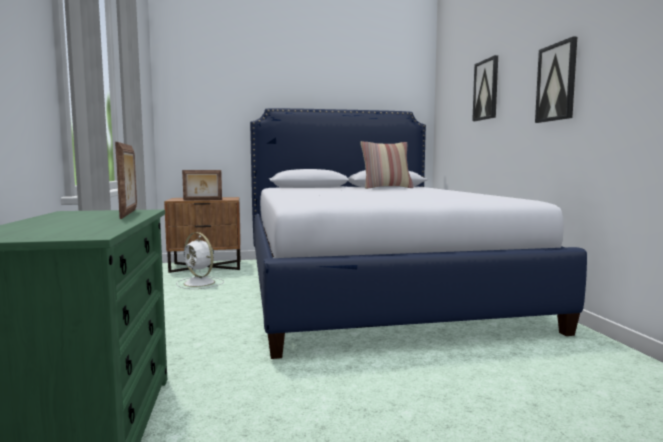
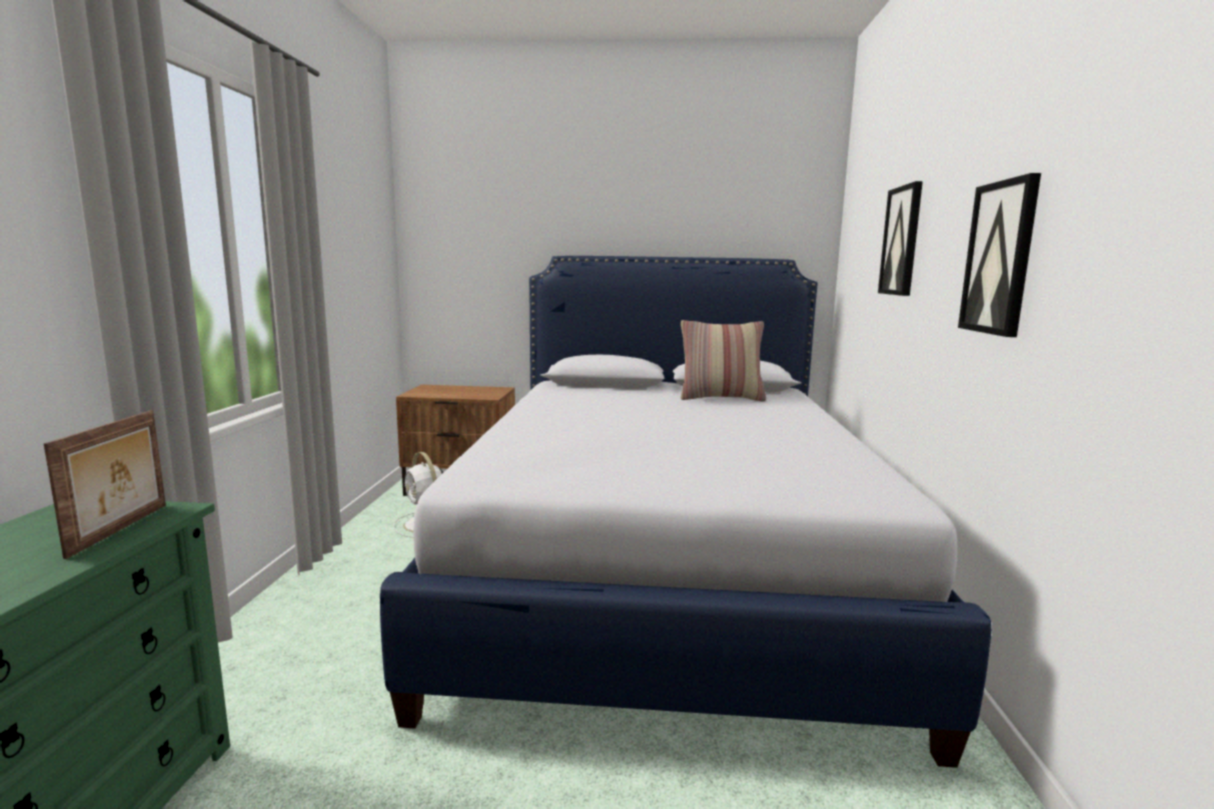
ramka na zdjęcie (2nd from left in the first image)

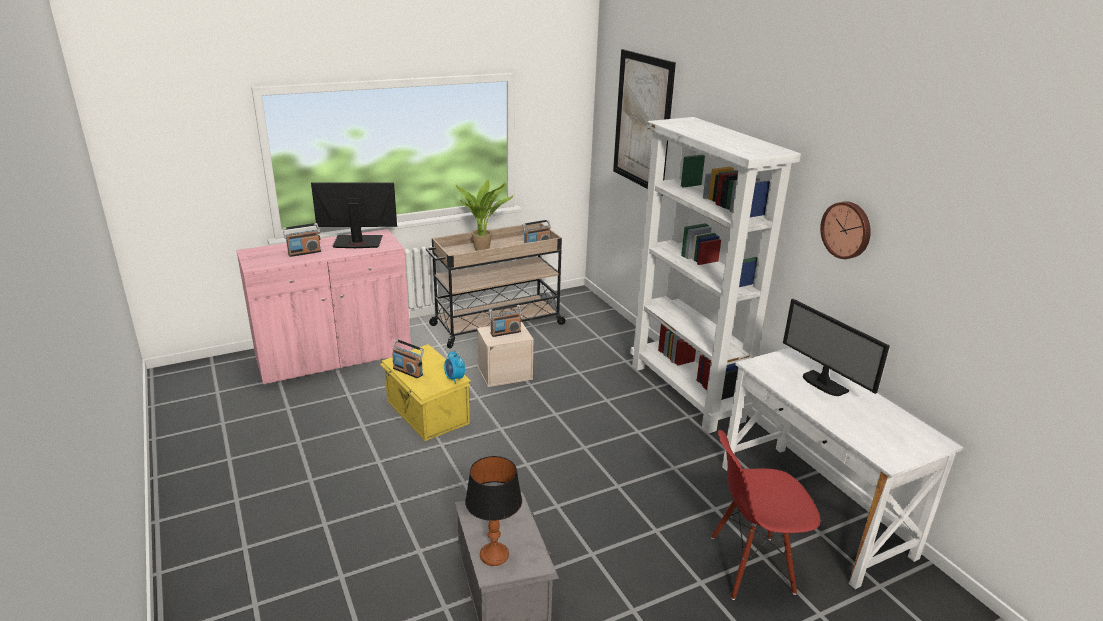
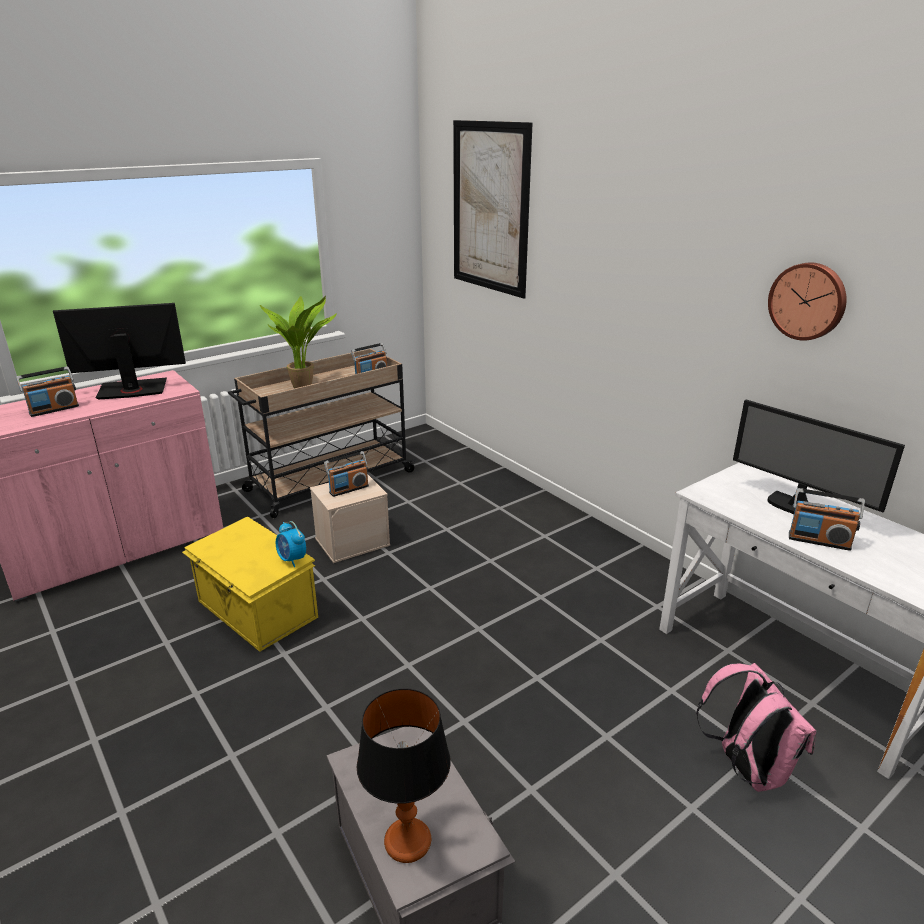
regał (biały)
radio (4th from left)
plecak (różowy)

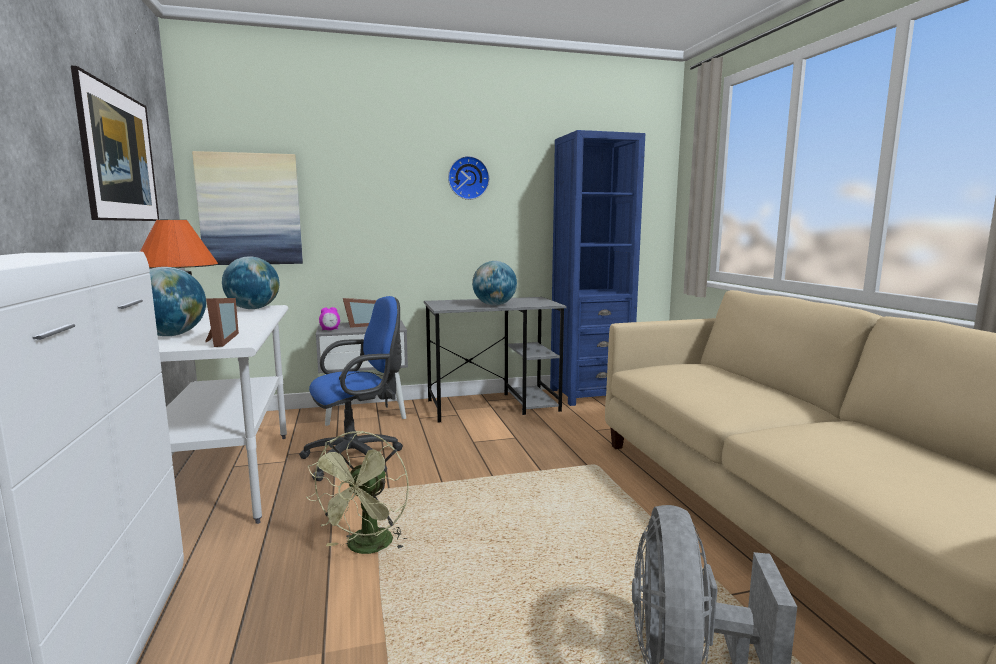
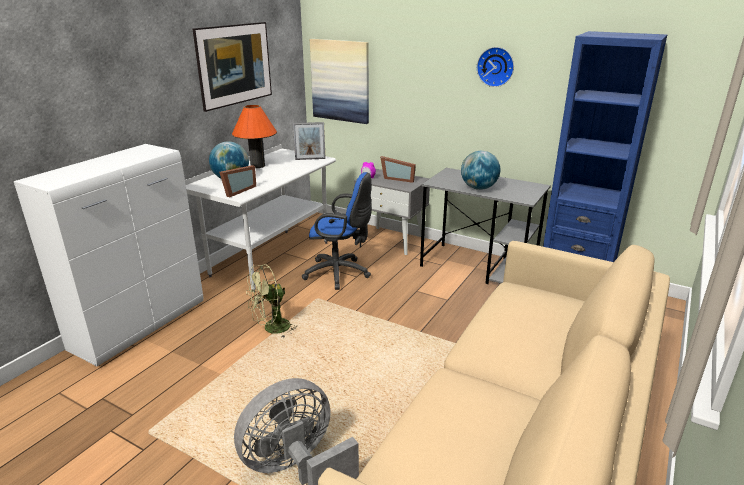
ramka na zdjęcie (2nd from left)

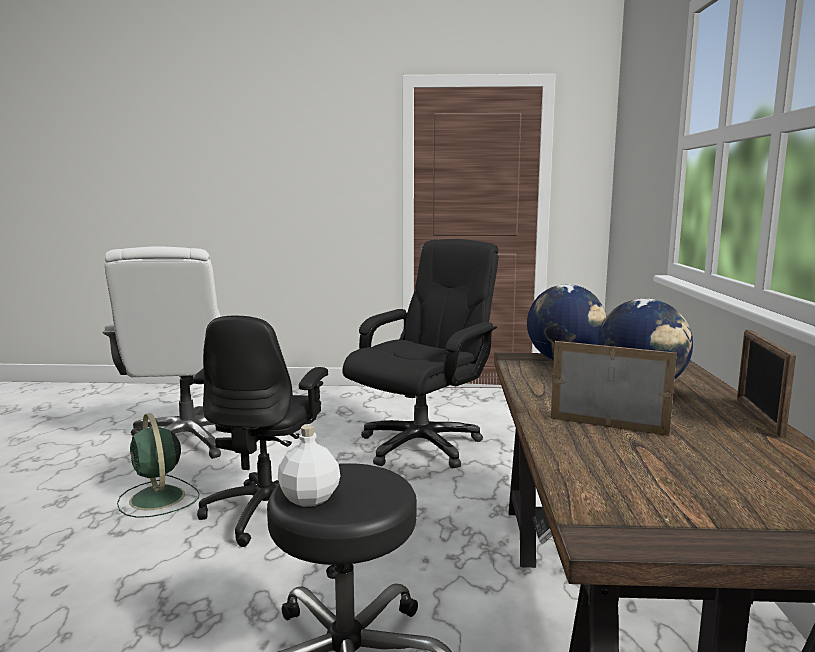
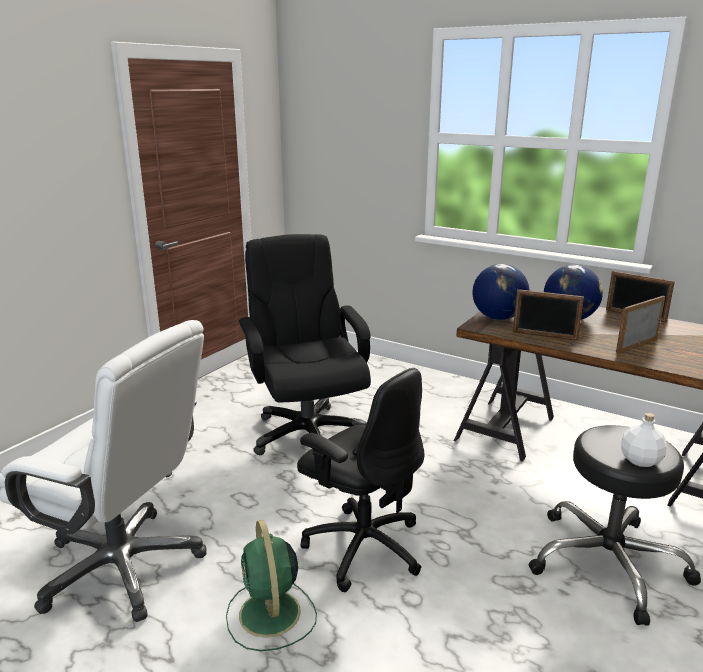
wentylator (zielony)
ramka na zdjęcie (1st from left)

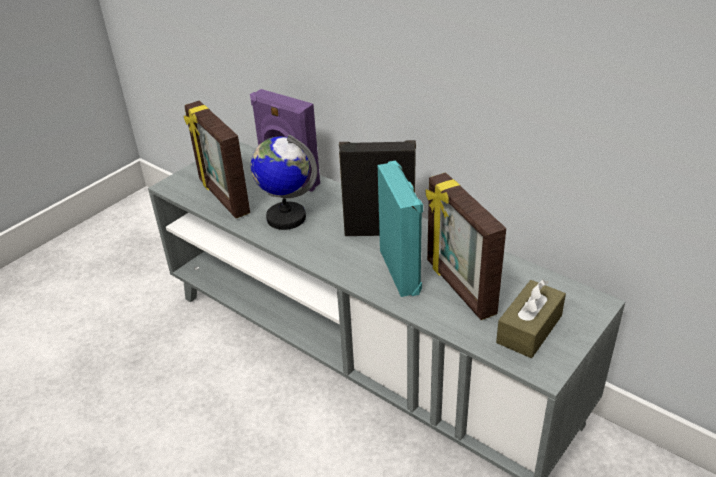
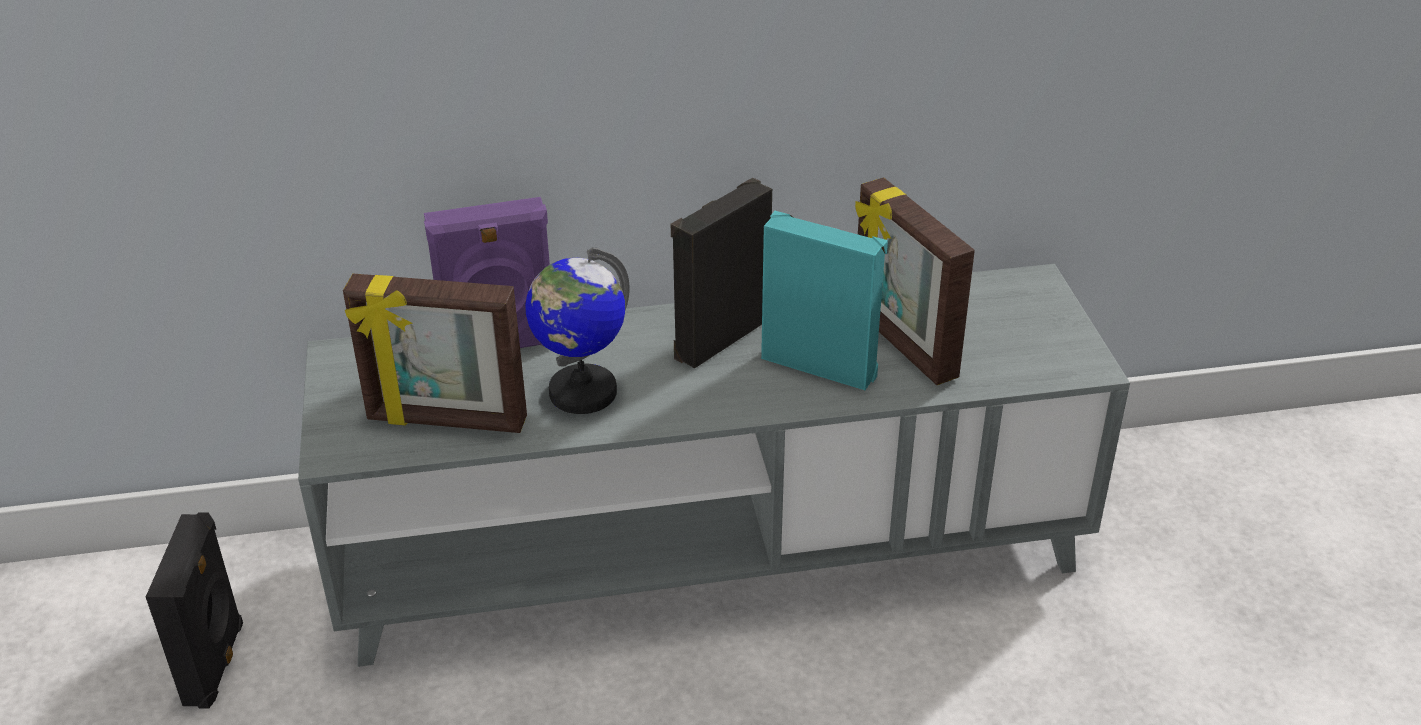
ramka na zdjęcie (2nd from left)
pudełko chusteczek (brązowy)
głośnik (czarny) (1st from left)

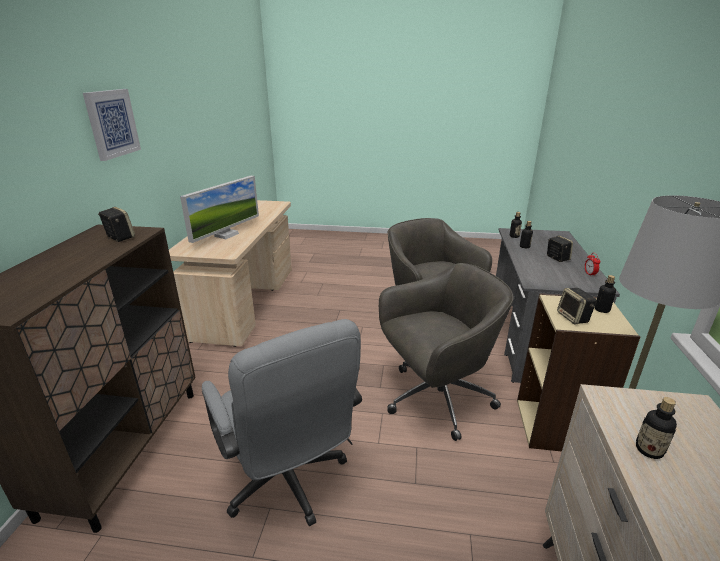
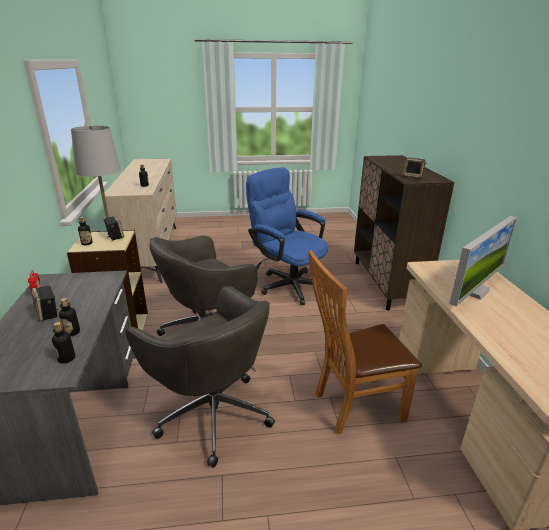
obraz
monitor
krzesło biurowe (niebieski)
krzesło (brązowy)

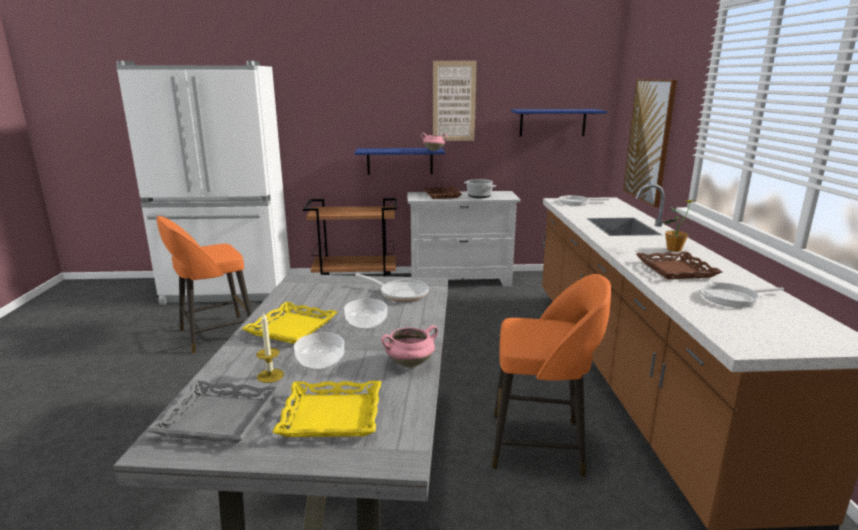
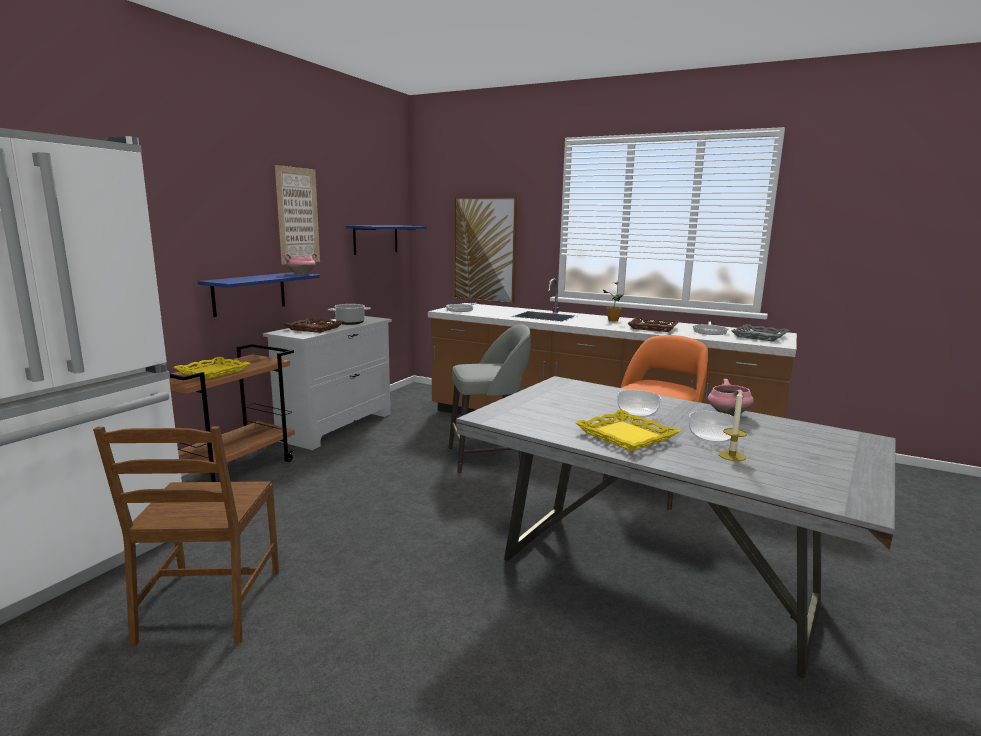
krzesło (brązowy)
patelnia (1st from left in the first image)
taca (szary)
taca (żółty) (1st from left)
stołek (szary)

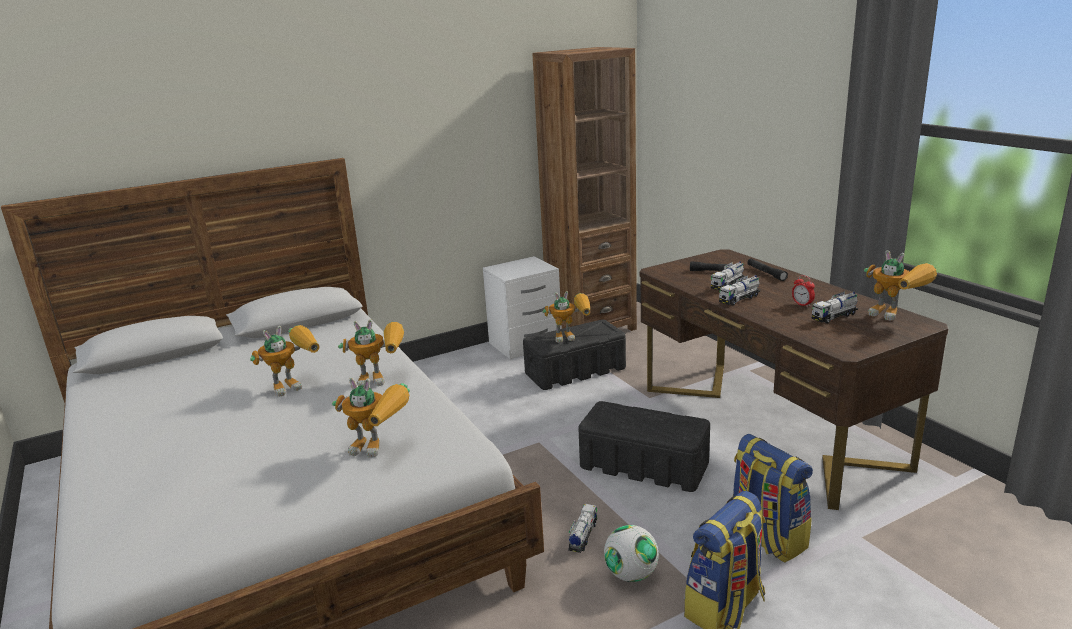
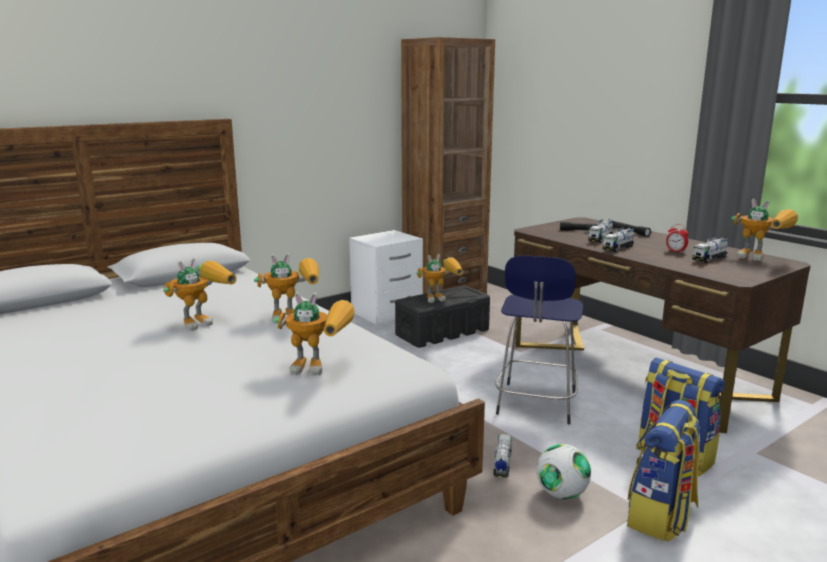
stołek (niebieski)

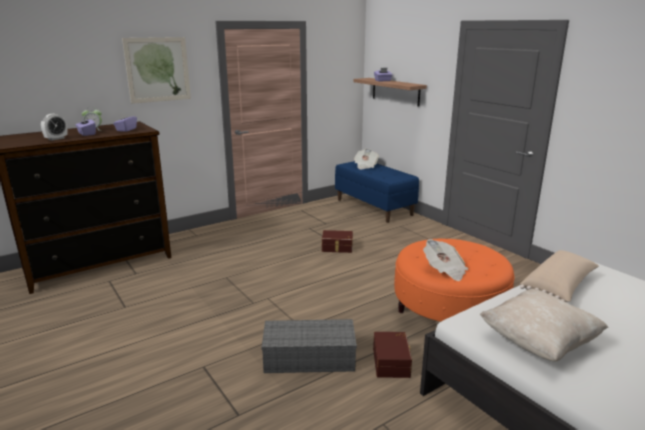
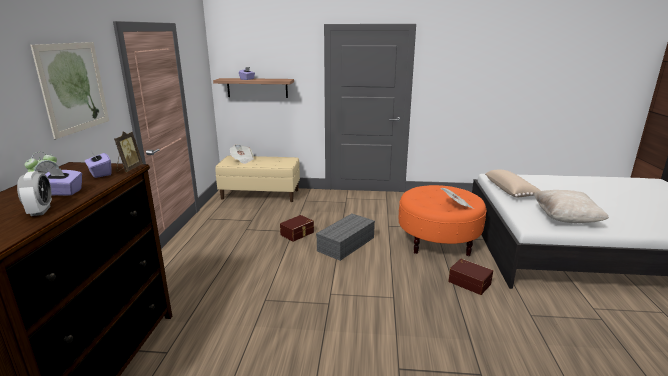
ławka (beżowy)
pojemnik do przechowywania (szary)
ramka na zdjęcie

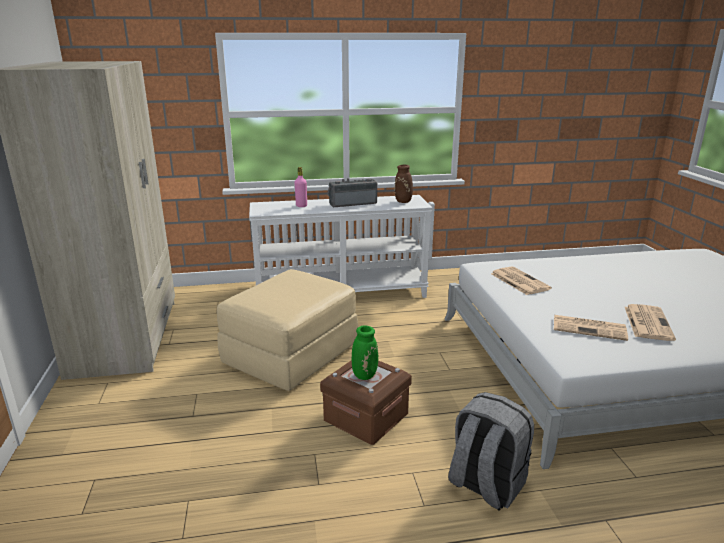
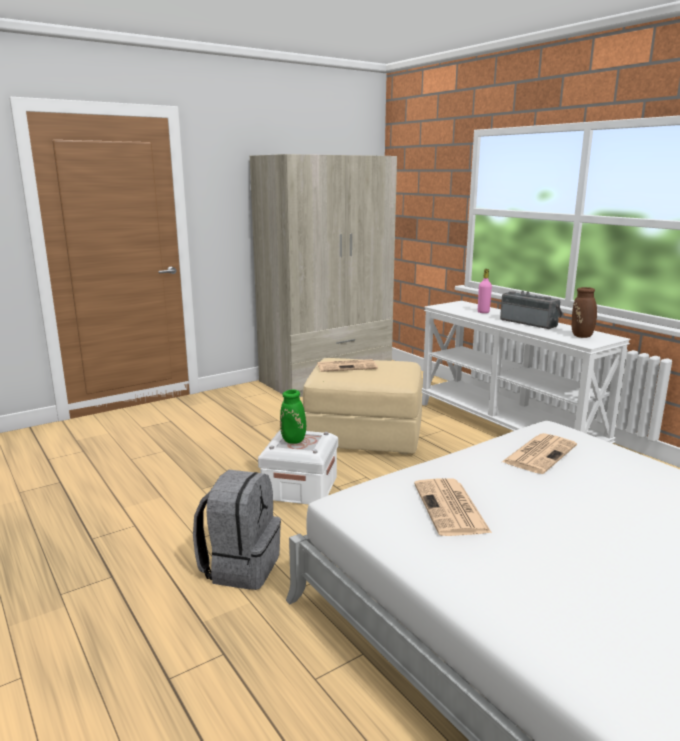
gazeta (1st from left)
pojemnik do przechowywania (biały)

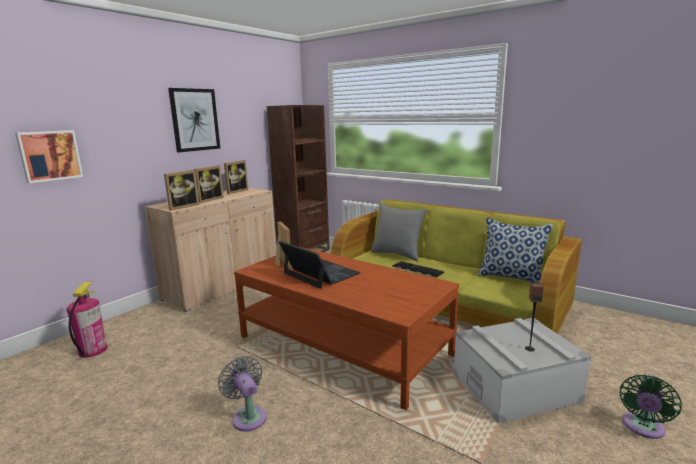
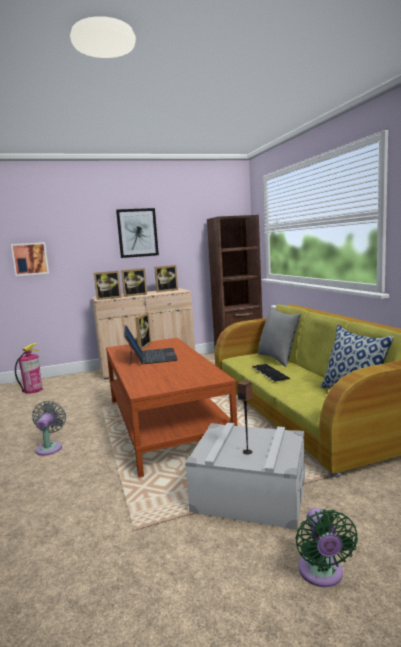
wentylator (zielony)

